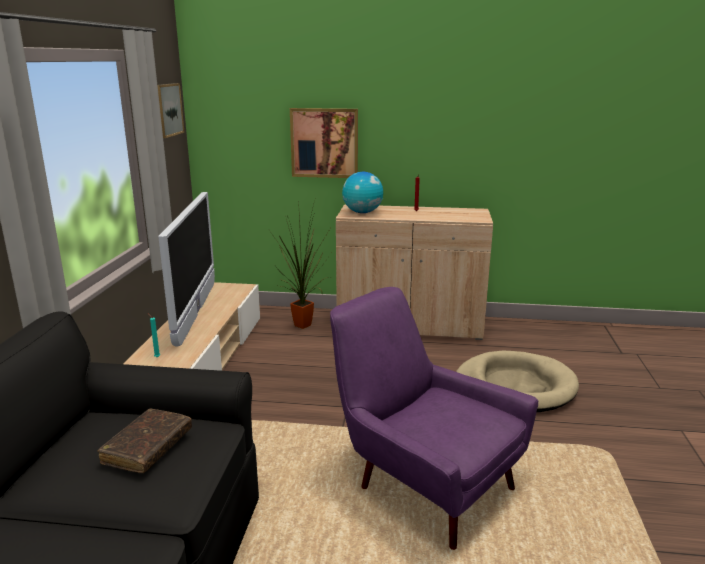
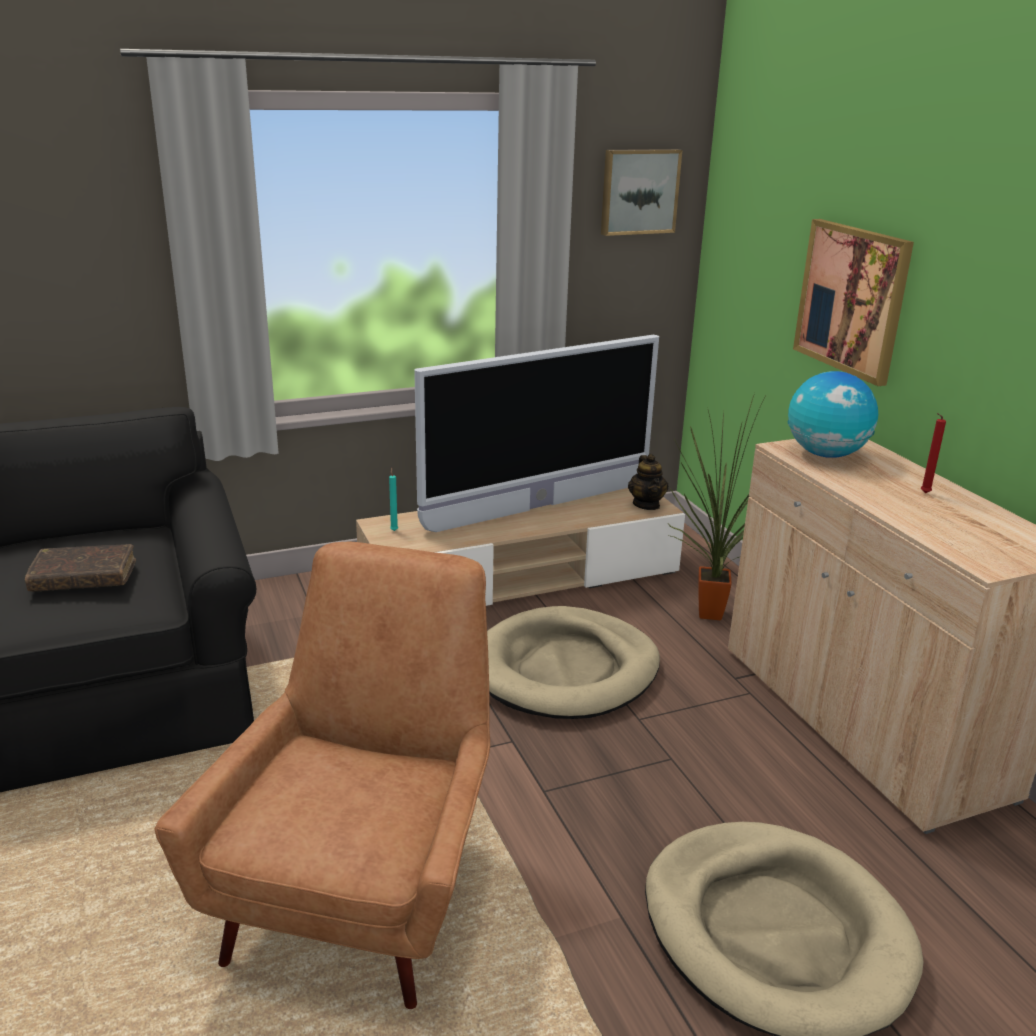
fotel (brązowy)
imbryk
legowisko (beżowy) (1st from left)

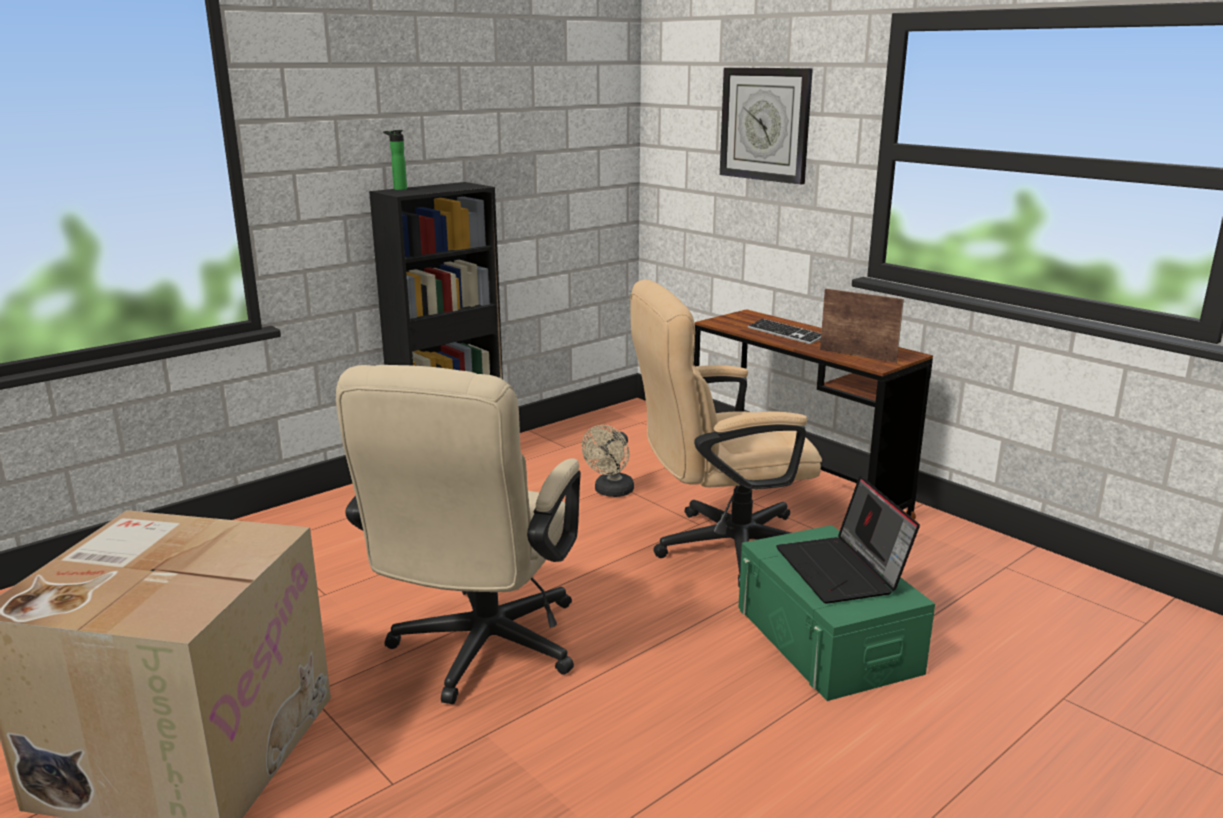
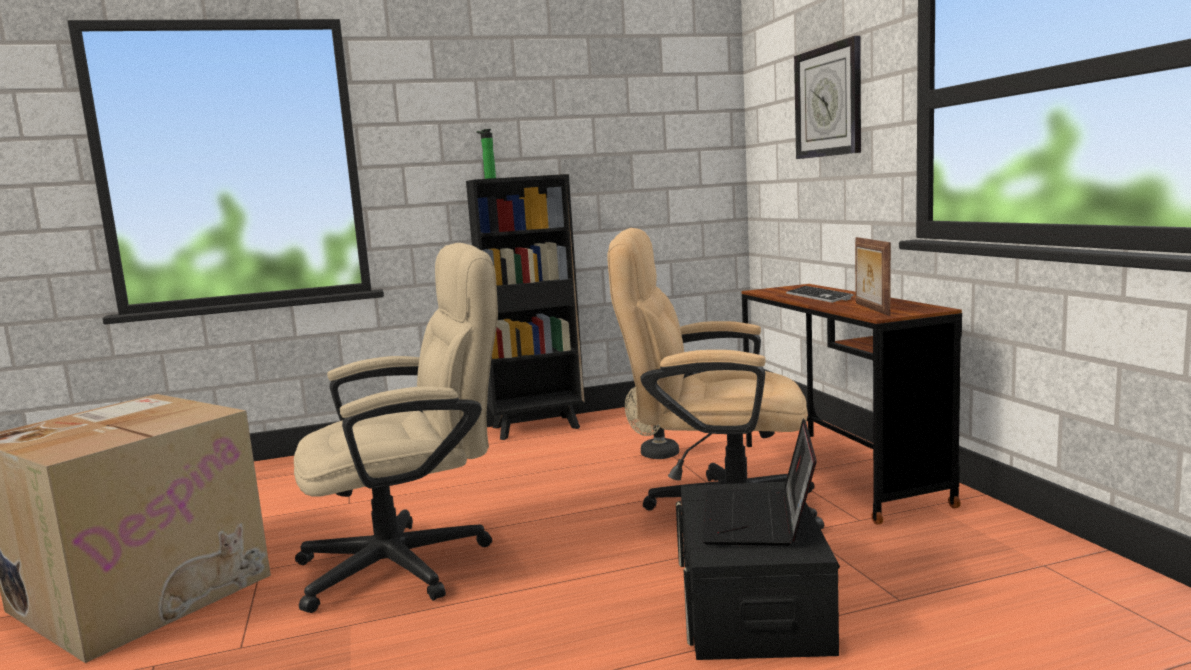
ramka na zdjęcie
krzesło biurowe (beżowy) (1st from left)
pojemnik do przechowywania (czarny)

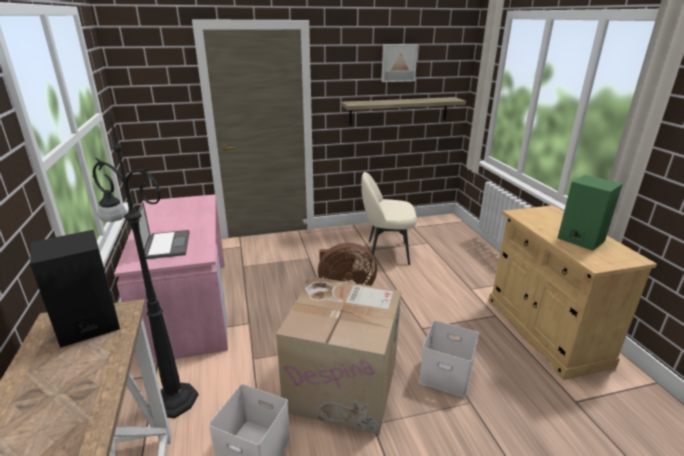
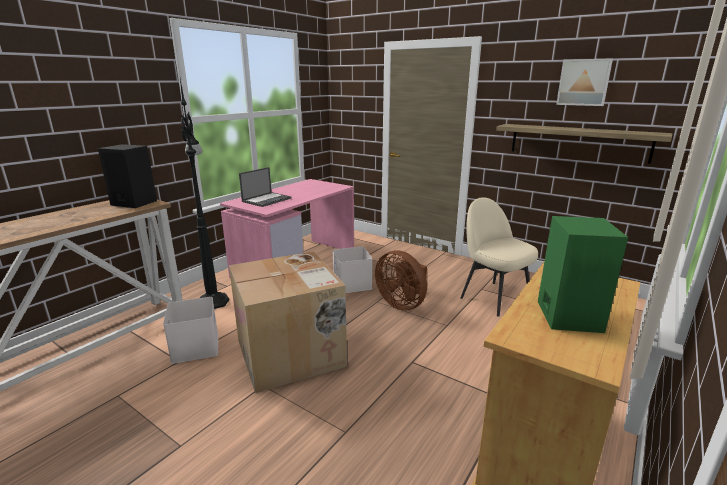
pojemnik do przechowywania (biały) (2nd from left)

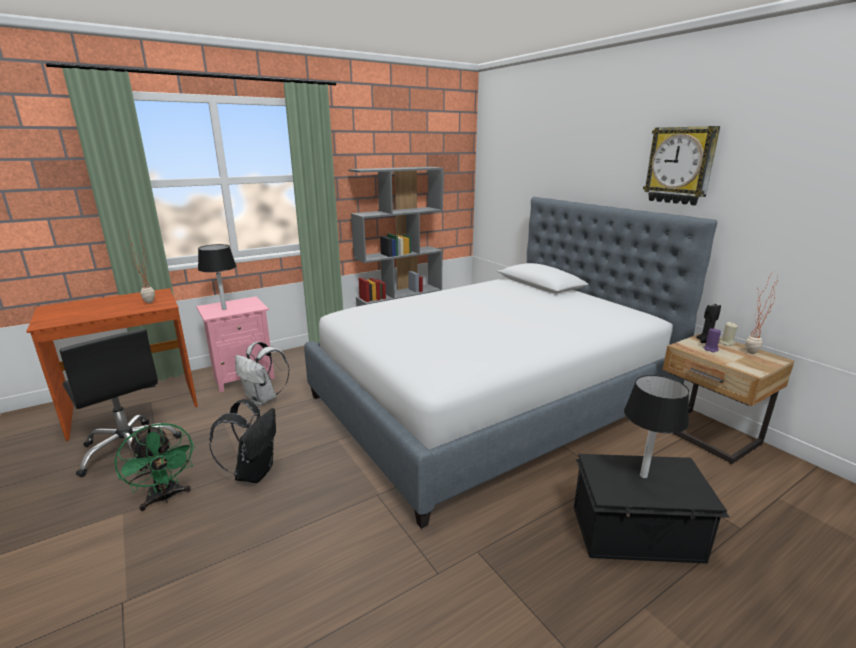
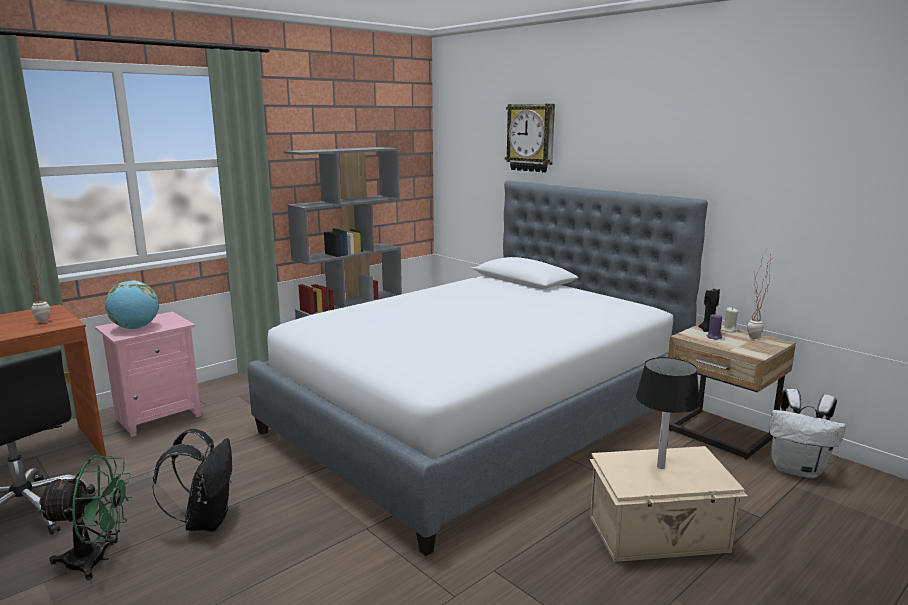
zegar ścienny
globus
plecak (biały)
wentylator (zielony)
pojemnik do przechowywania (beżowy)

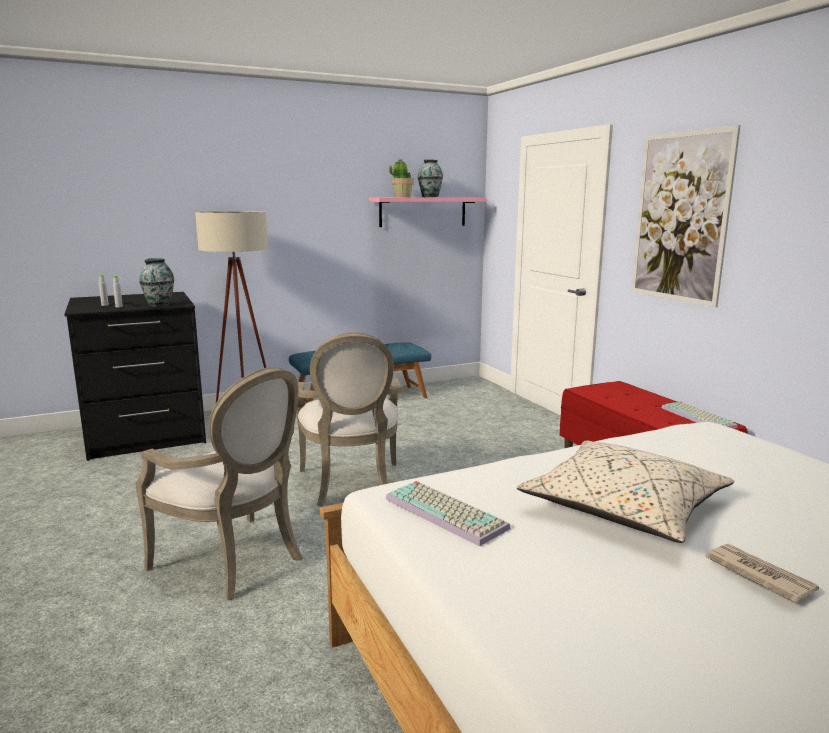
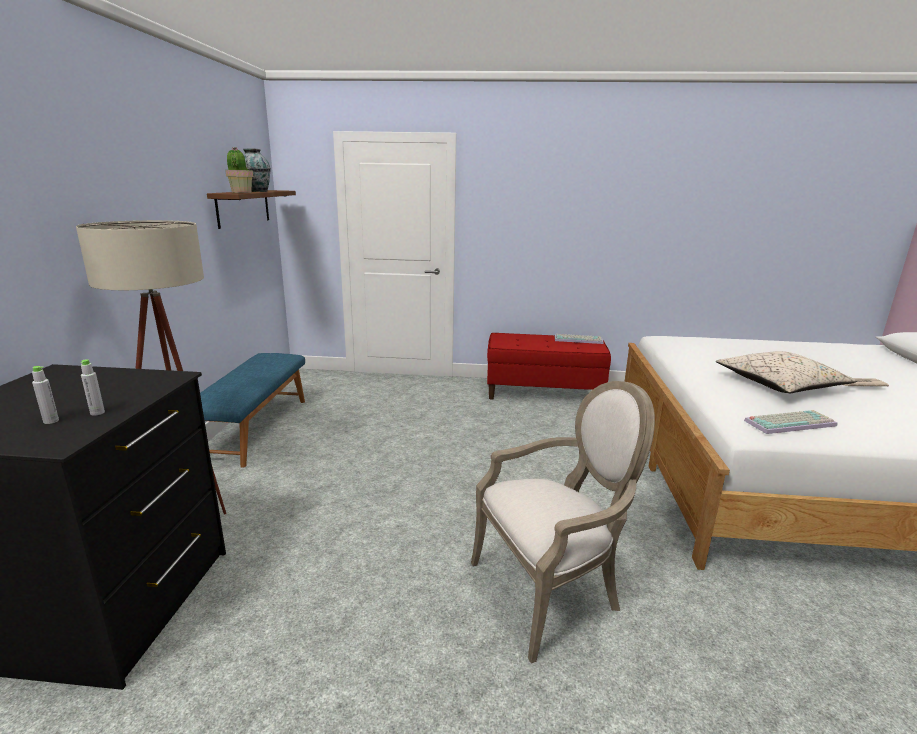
obraz
półka (brązowy)
wazon (1st from left in the first image)
fotel (2nd from left in the first image)

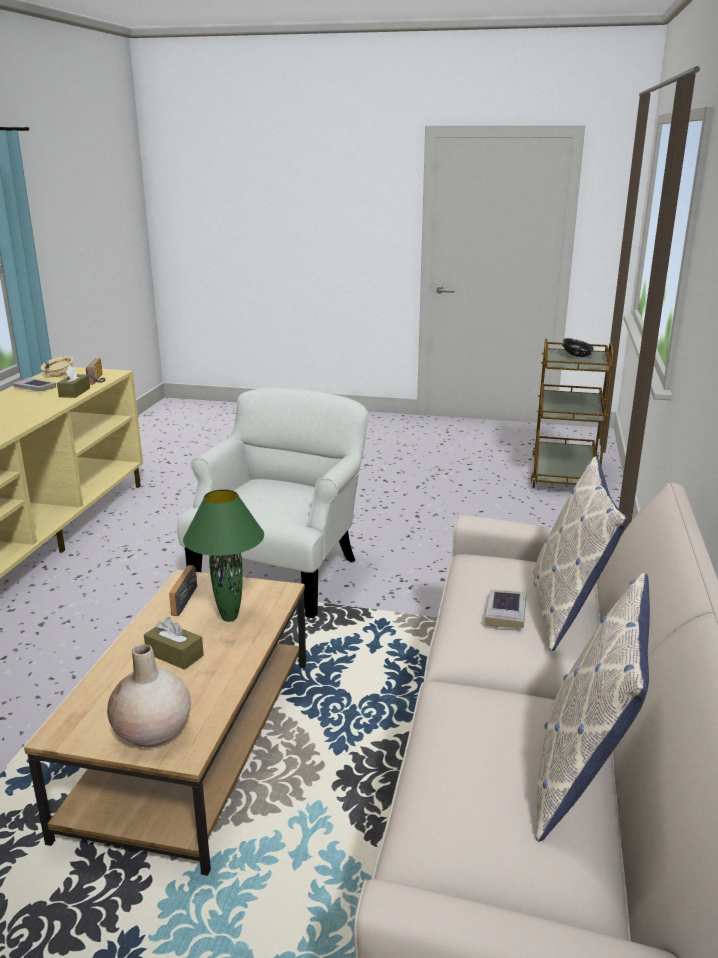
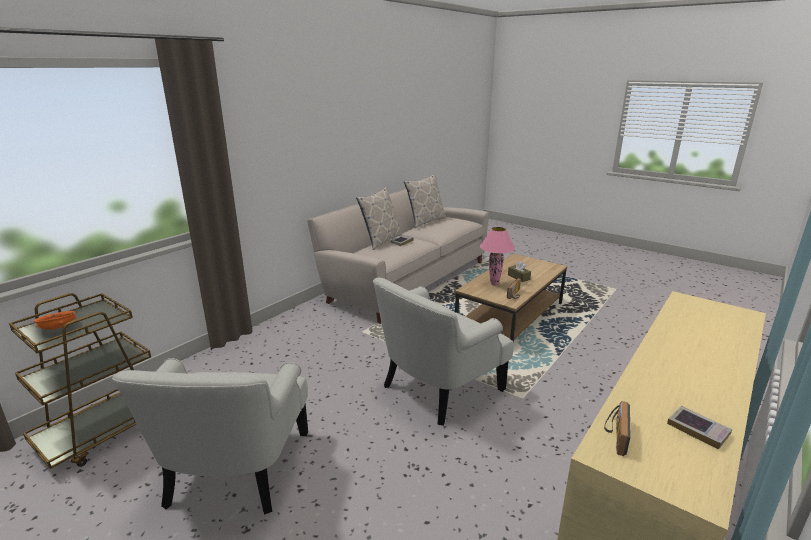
miska (pomarańczowy)
miska (beżowy)
pudełko chusteczek (brązowy) (1st from left in the first image)
lampa stołowa (różowy)
wazon (beżowy)
fotel (biały) (1st from left)

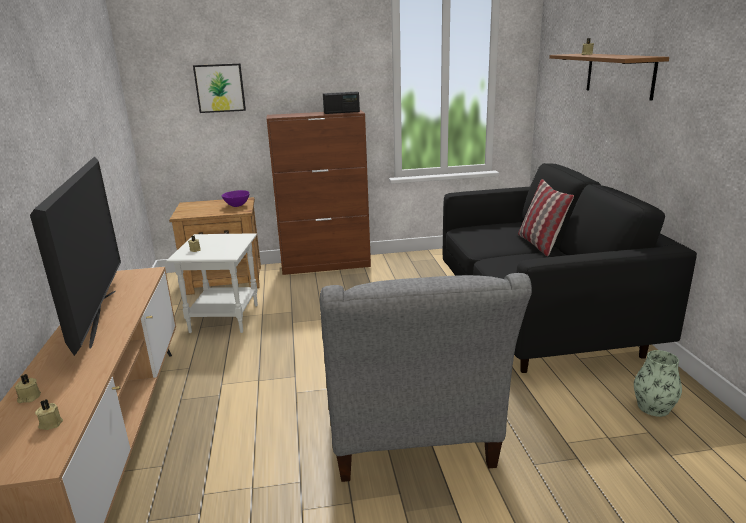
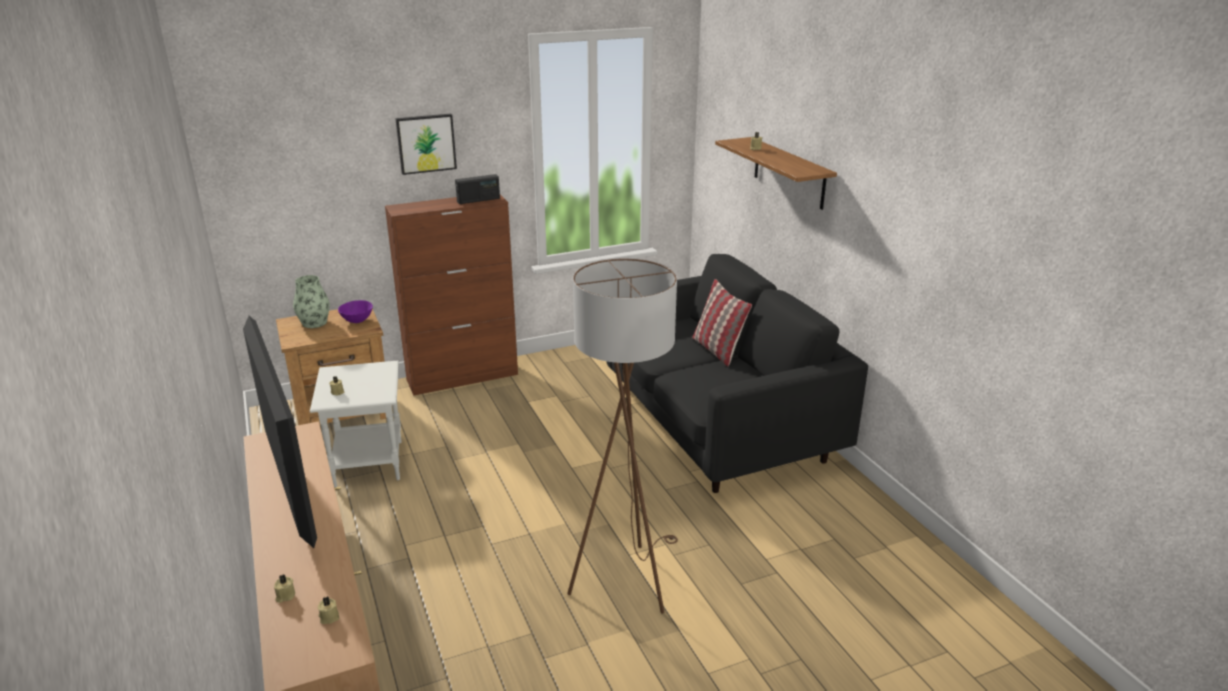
obraz
lampa stojąca (brązowy)
wazon

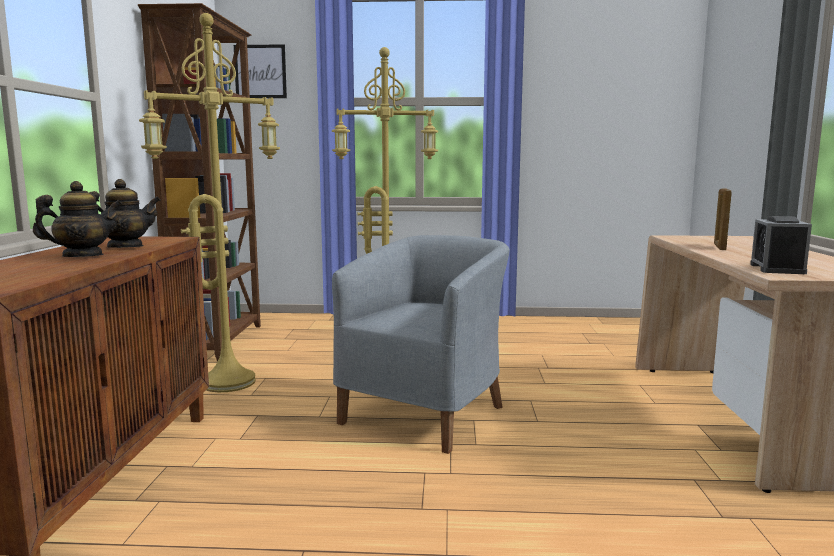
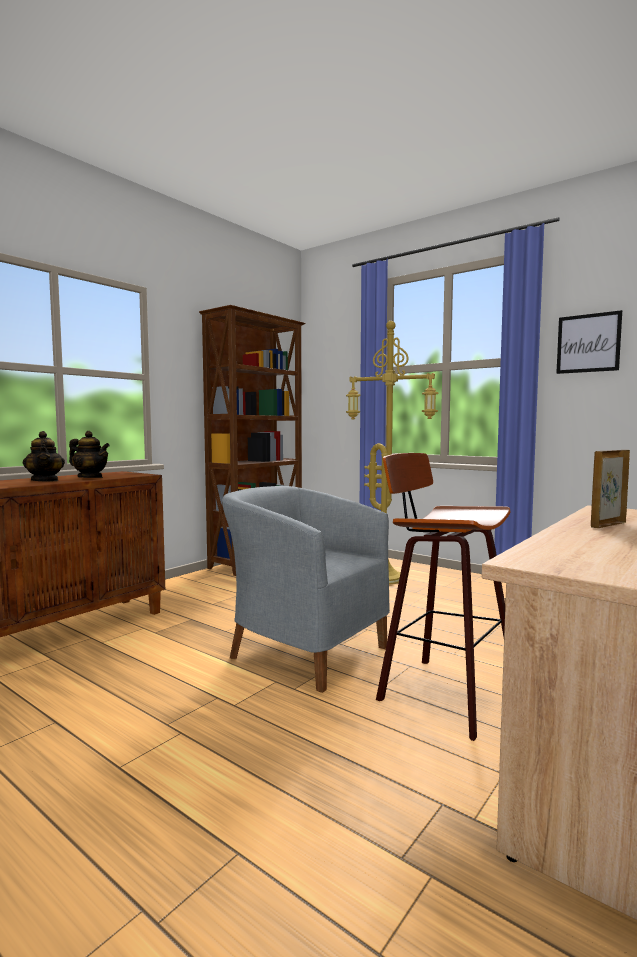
lampa stojąca (żółty) (1st from left in the first image)
obraz
imbryk (1st from left)
budzik
fotel (szary)
stołek

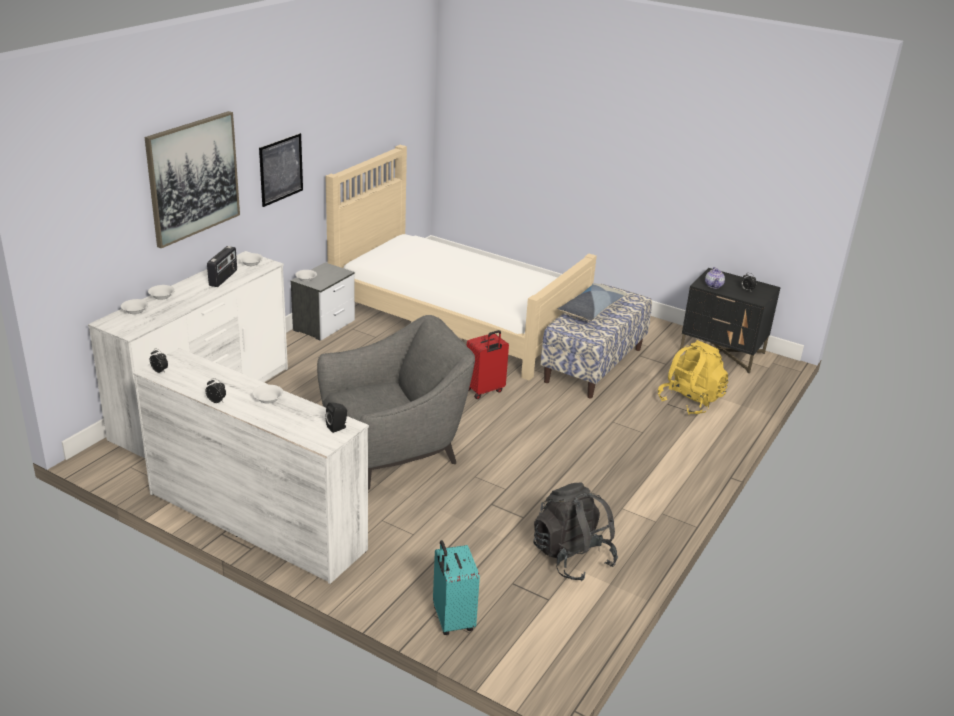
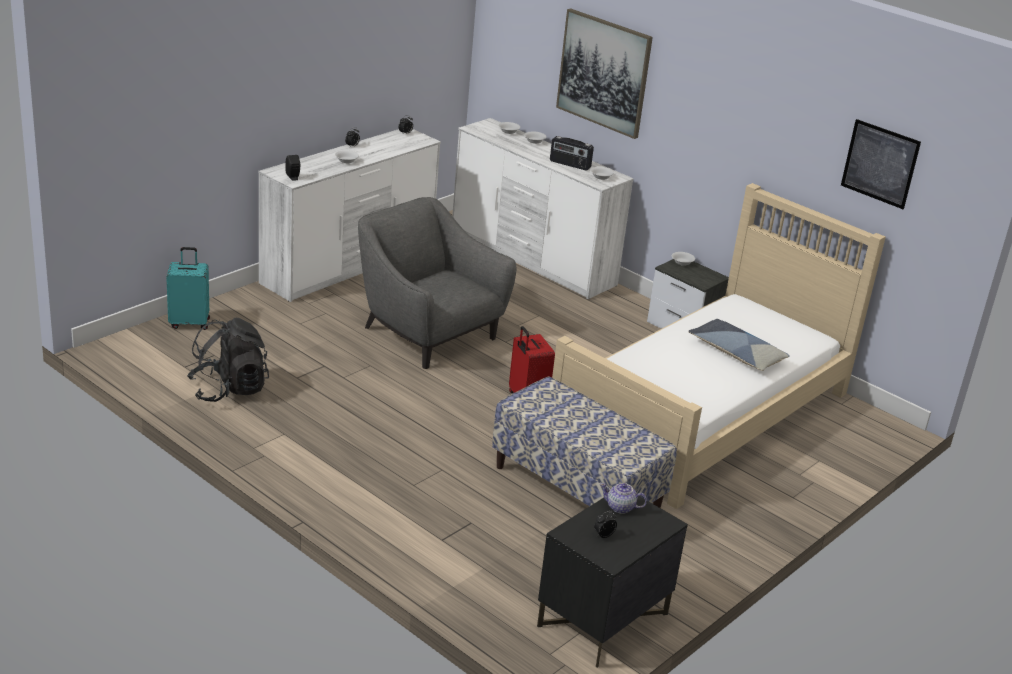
obraz (2nd from left)
poduszka
fotel (szary)
plecak (żółty)

